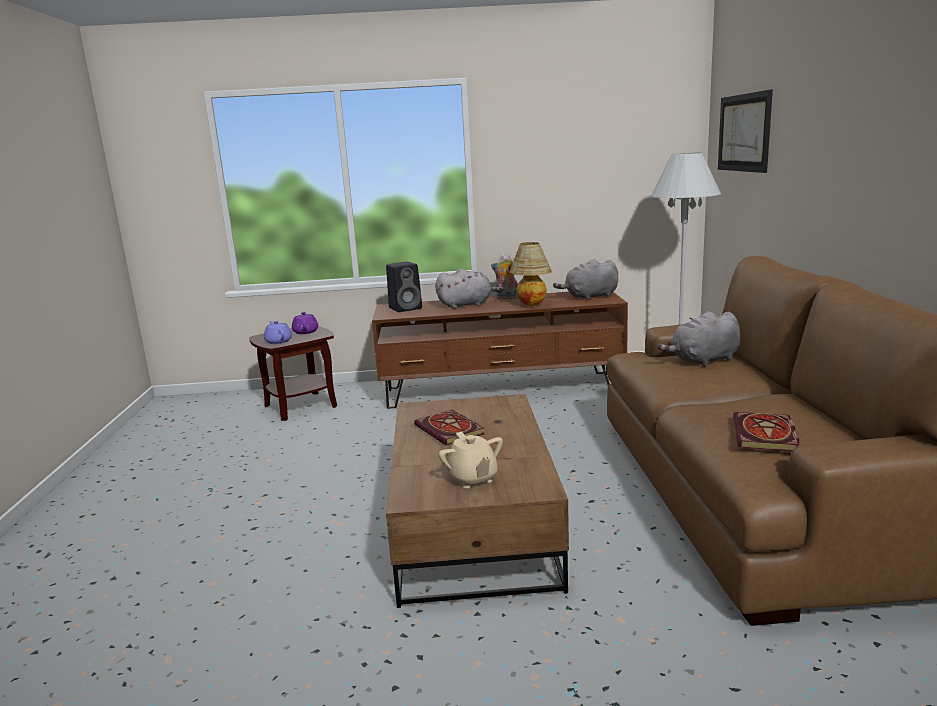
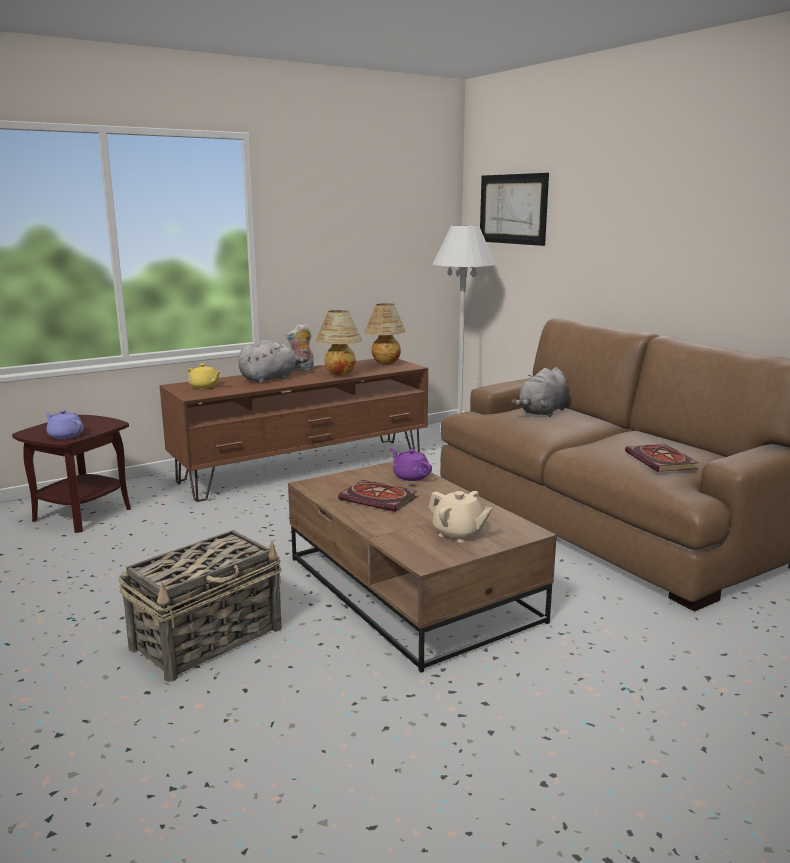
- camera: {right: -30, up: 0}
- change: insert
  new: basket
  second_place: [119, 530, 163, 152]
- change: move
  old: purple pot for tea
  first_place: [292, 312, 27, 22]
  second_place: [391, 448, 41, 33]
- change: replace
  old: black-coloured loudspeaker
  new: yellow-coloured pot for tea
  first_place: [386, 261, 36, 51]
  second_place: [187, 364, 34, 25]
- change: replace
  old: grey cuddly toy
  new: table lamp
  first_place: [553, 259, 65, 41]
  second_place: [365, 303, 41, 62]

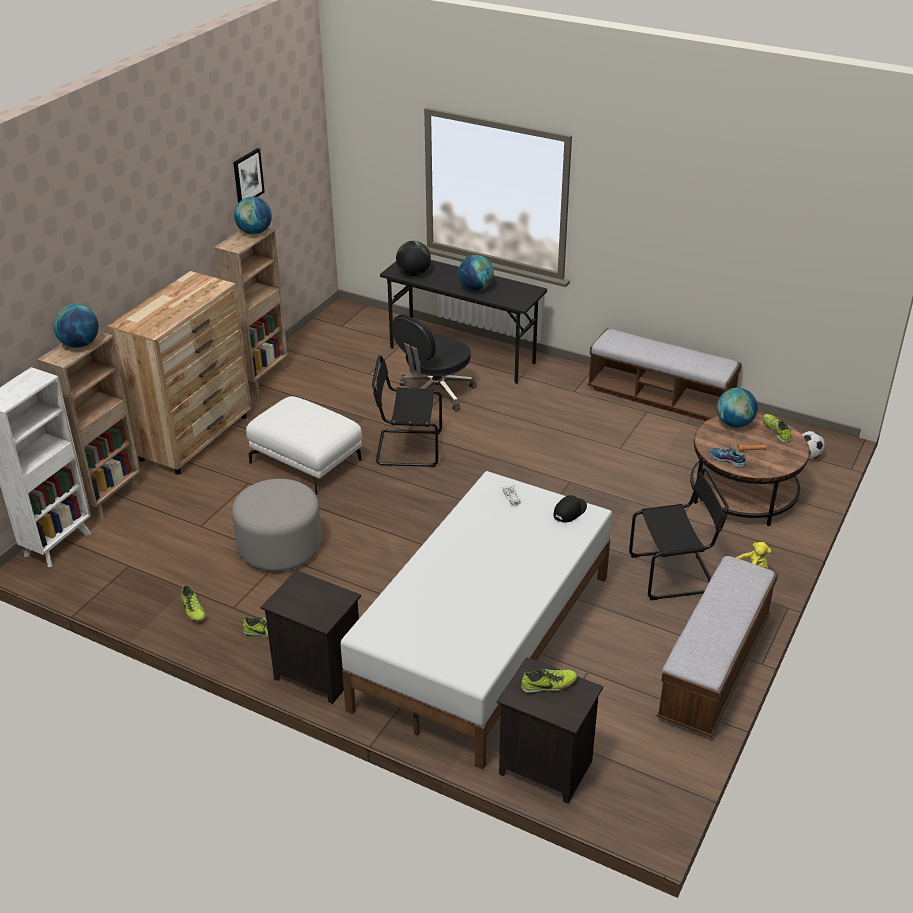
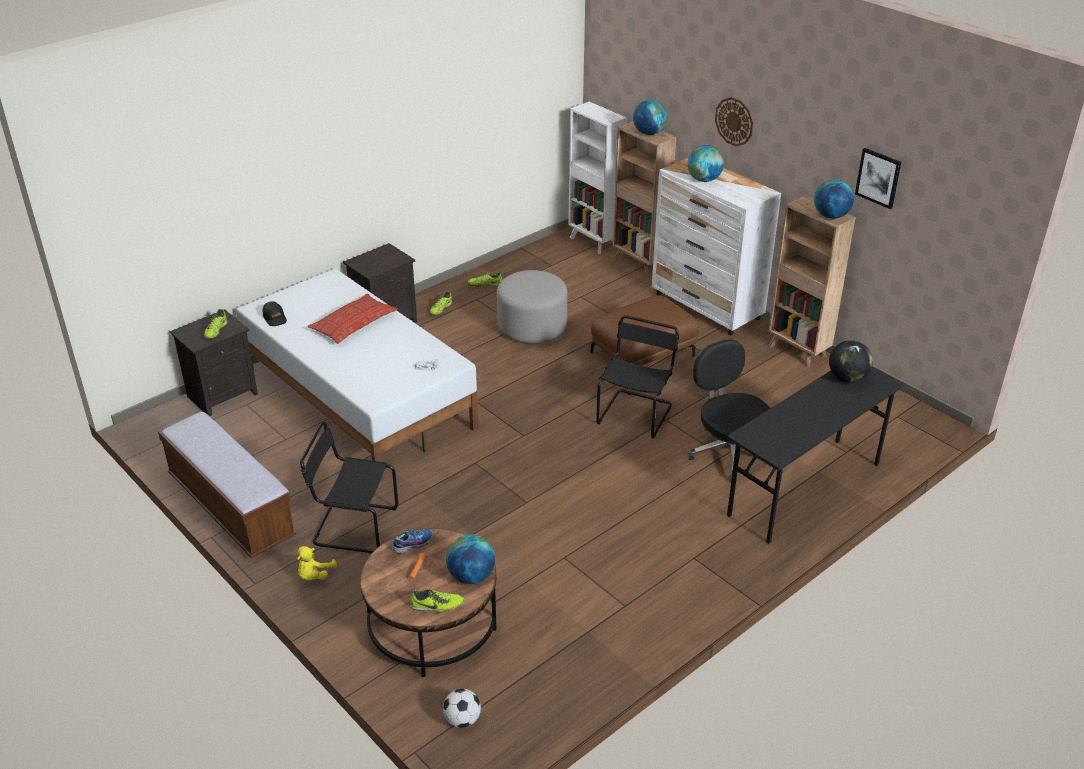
- camera: {right: 110, up: 0}
- change: delete
  old: indoor bench
  first_place: [587, 328, 155, 93]
- change: insert
  new: throw pillow
  second_place: [308, 293, 90, 51]
- change: insert
  new: hanging clock
  second_place: [715, 97, 38, 49]
- change: move
  old: desk globe
  first_place: [458, 255, 36, 36]
  second_place: [688, 145, 36, 37]
- change: move
  old: black-coloured cap
  first_place: [553, 495, 34, 28]
  second_place: [262, 301, 25, 25]
- change: recolor
  old: brown drawer chest
  new: whitish drawer chest
  first_place: [108, 271, 143, 203]
  second_place: [652, 157, 129, 178]
- change: recolor
  old: whitish footrest
  new: brown footrest
  first_place: [246, 396, 116, 99]
  second_place: [590, 295, 109, 71]
- change: rotate
  old: black-coloured upright chair
  first_place: [629, 468, 100, 132]
  second_place: [300, 422, 98, 132]
  degrees: 90

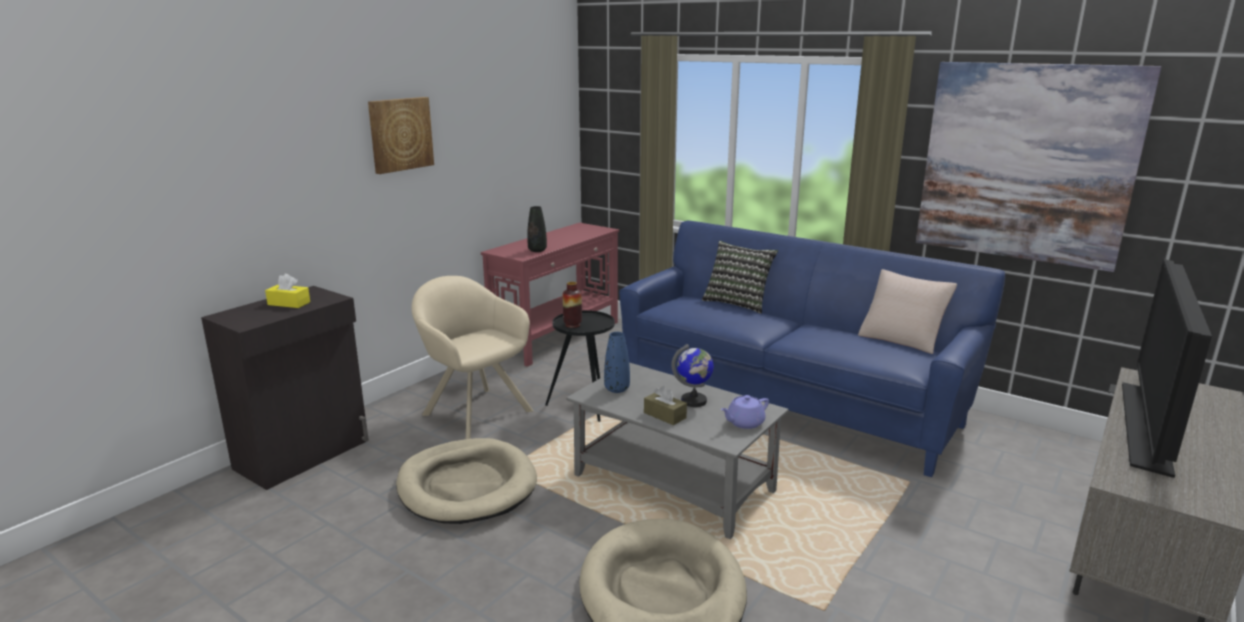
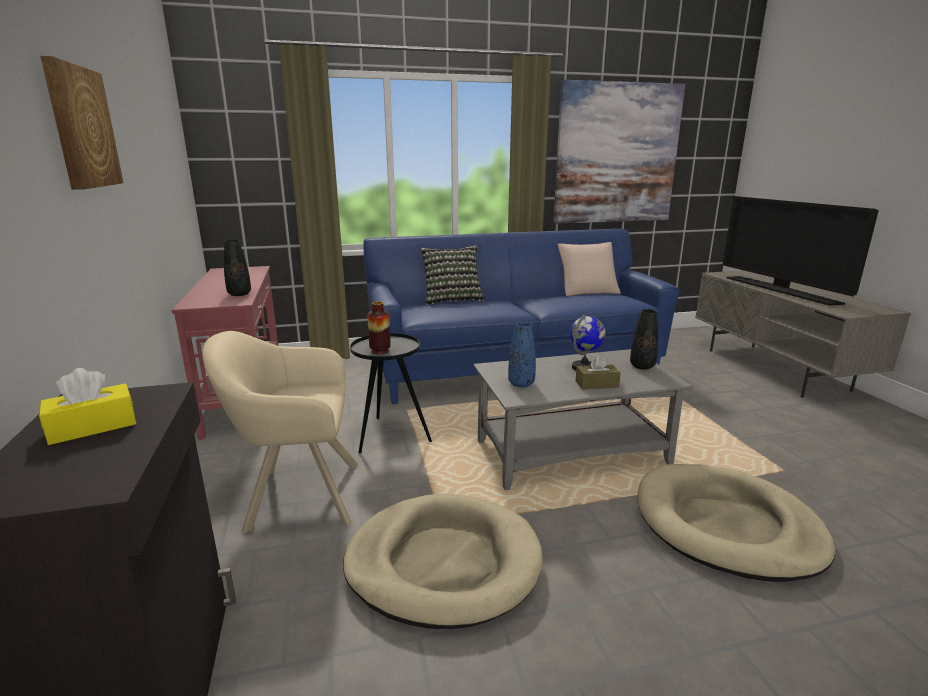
- camera: {right: -50, up: 0}
- change: replace
  old: purple pot for tea
  new: black-coloured vase
  first_place: [721, 395, 48, 34]
  second_place: [630, 309, 28, 61]

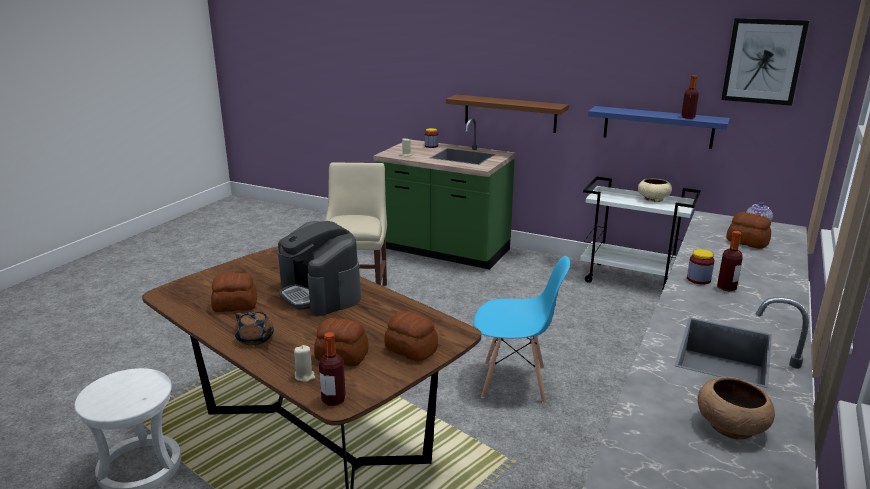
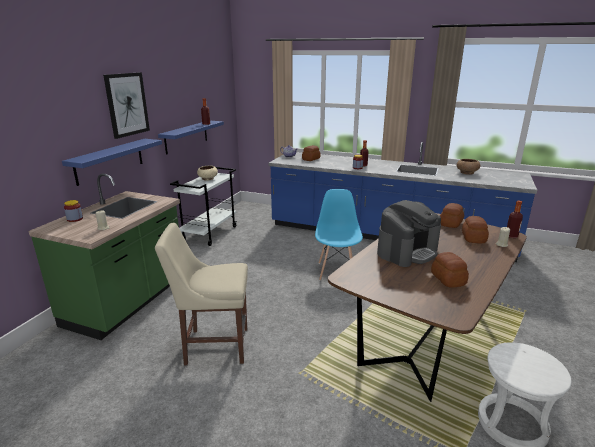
- camera: {right: -95, up: 0}
- change: delete
  old: brown pot for tea
  first_place: [235, 312, 39, 33]
- change: move
  old: wall picture
  first_place: [721, 18, 88, 88]
  second_place: [103, 72, 47, 67]
- change: recolor
  old: brown bracket shelf
  new: bluish bracket shelf
  first_place: [446, 95, 123, 38]
  second_place: [62, 139, 100, 47]

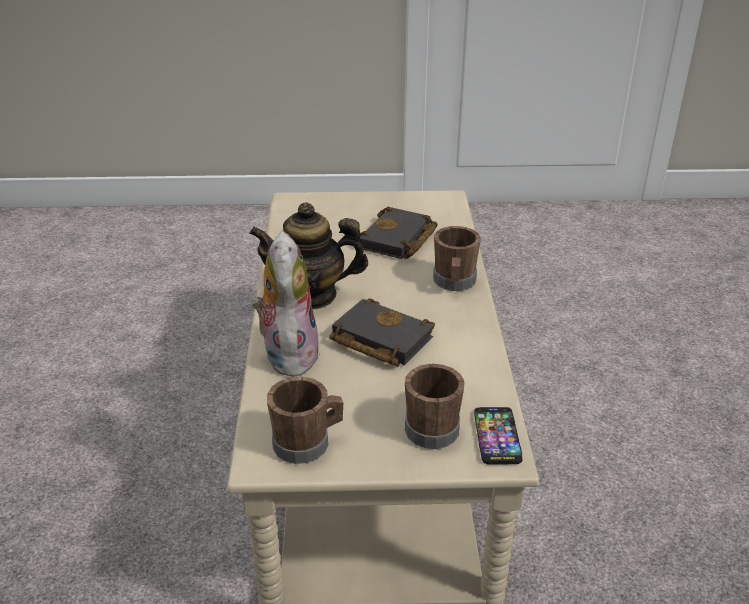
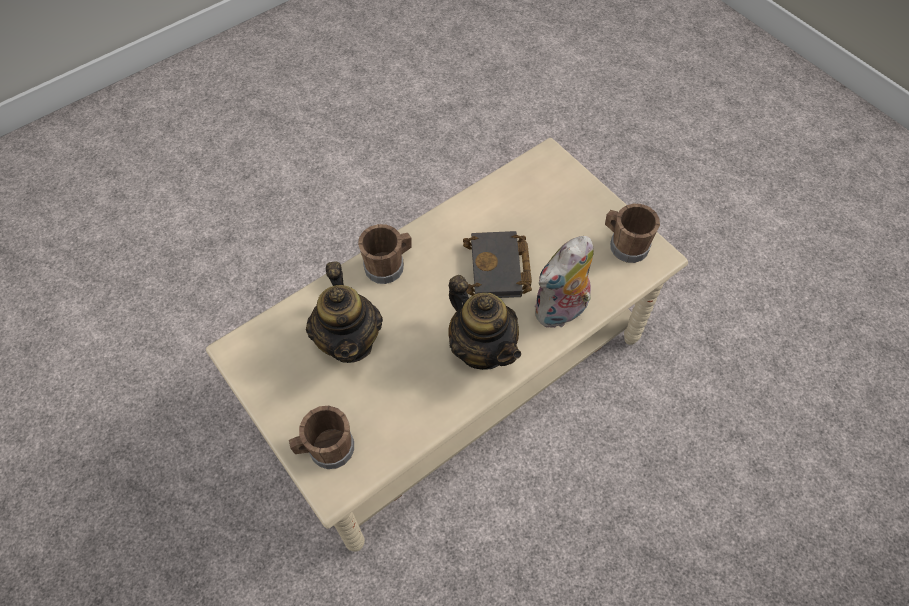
- camera: {right: -125, up: 25}
- change: delete
  old: telephone
  first_place: [474, 407, 49, 58]
- change: move
  old: brown mug
  first_place: [405, 364, 60, 85]
  second_place: [289, 406, 65, 63]
- change: replace
  old: black-coloured book
  new: pot for tea
  first_place: [360, 207, 78, 52]
  second_place: [306, 261, 77, 102]

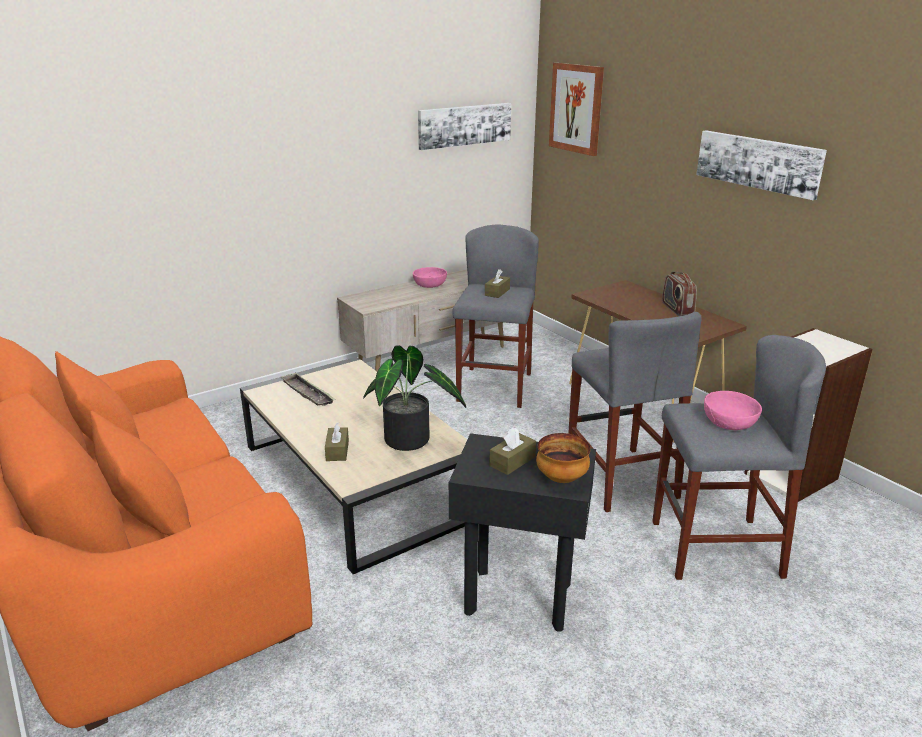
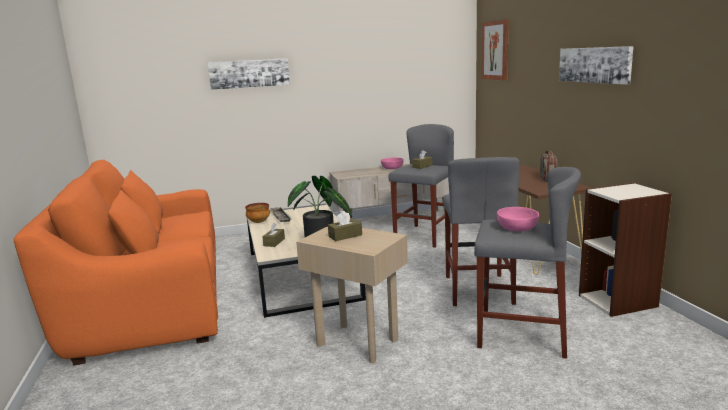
- camera: {right: 20, up: -10}
- change: move
  old: wall picture
  first_place: [418, 103, 93, 47]
  second_place: [207, 58, 83, 32]
- change: move
  old: bowl
  first_place: [536, 433, 55, 50]
  second_place: [245, 203, 25, 20]
- change: recolor
  old: black-coloured end table
  new: beige-coloured end table
  first_place: [449, 433, 147, 199]
  second_place: [296, 226, 112, 137]

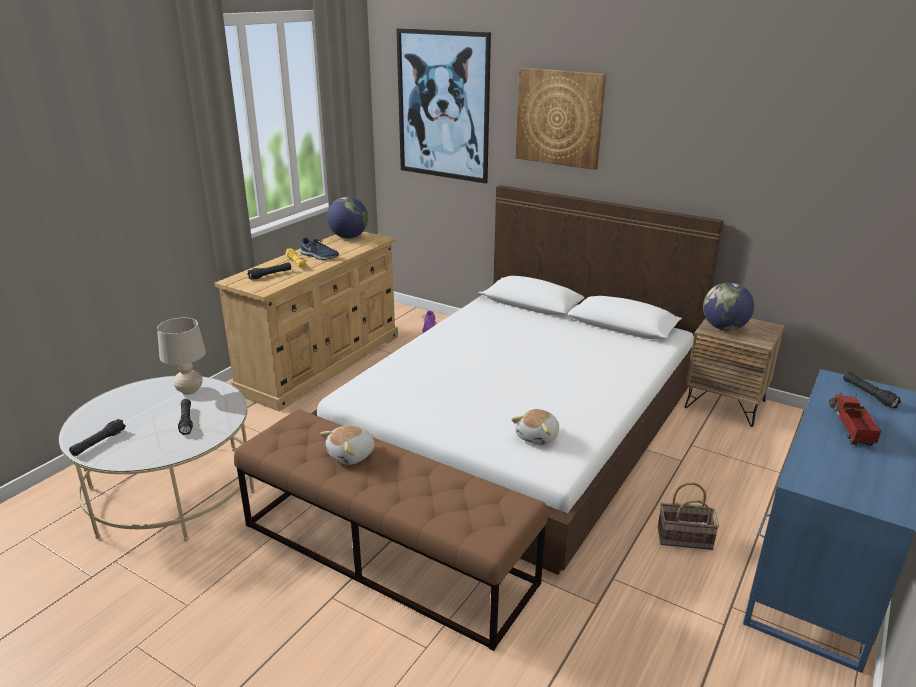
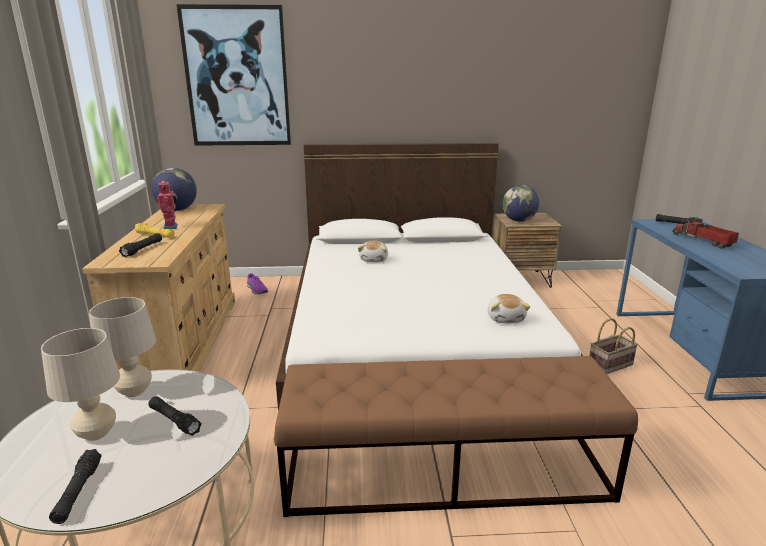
- camera: {right: -35, up: -5}
- change: delete
  old: wall picture
  first_place: [515, 68, 91, 102]
- change: insert
  new: beige-coloured table lamp
  second_place: [41, 328, 79, 113]
- change: move
  old: cuddly toy
  first_place: [320, 425, 54, 40]
  second_place: [358, 241, 30, 21]
- change: replace
  old: bluish item of footwear
  new: robot figure
  first_place: [300, 237, 39, 23]
  second_place: [158, 180, 19, 49]

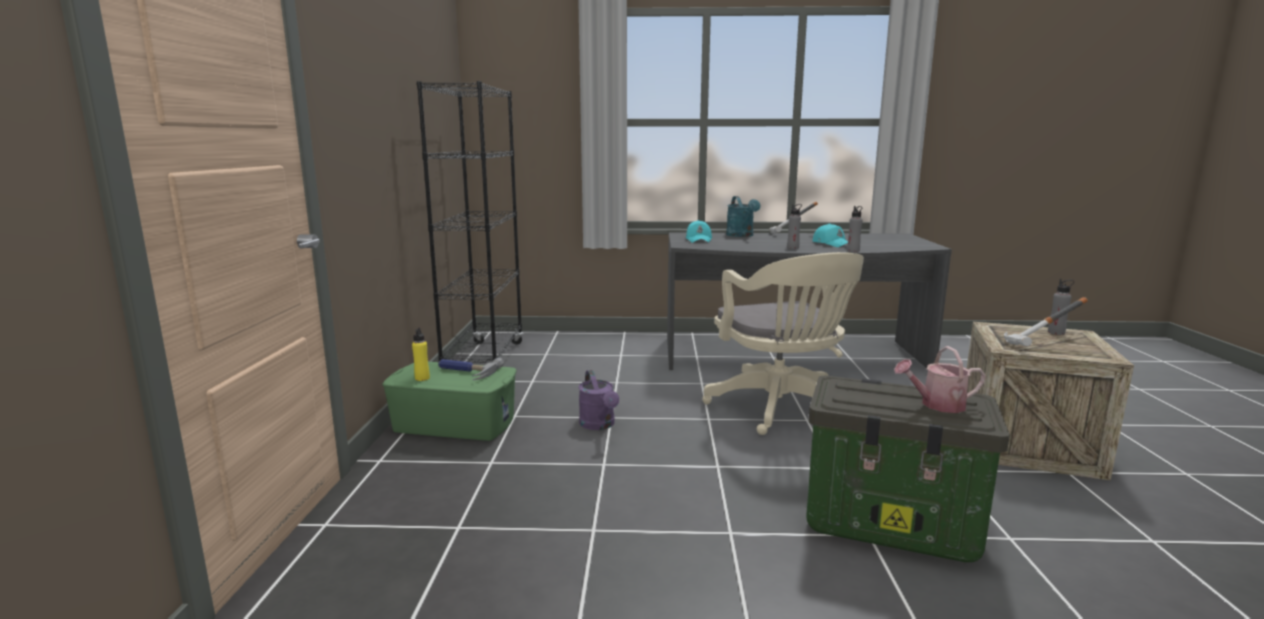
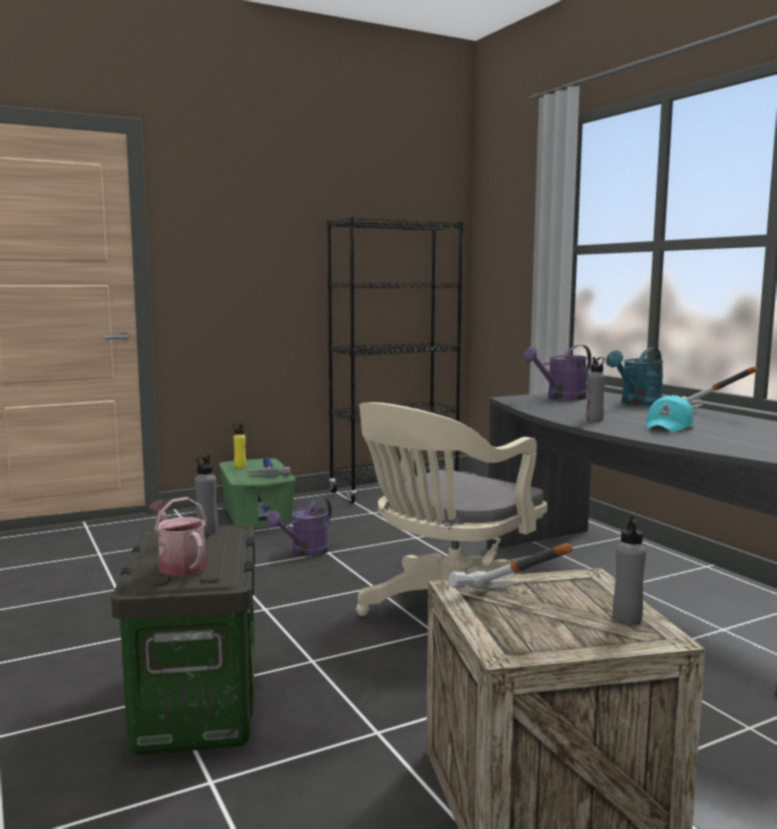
- camera: {right: 60, up: -5}
- change: move
  old: grey drink bottle
  first_place: [847, 206, 15, 46]
  second_place: [195, 455, 23, 79]
- change: replace
  old: turquoise-coloured cap
  new: purple watering pot
  first_place: [686, 220, 26, 23]
  second_place: [523, 345, 69, 55]

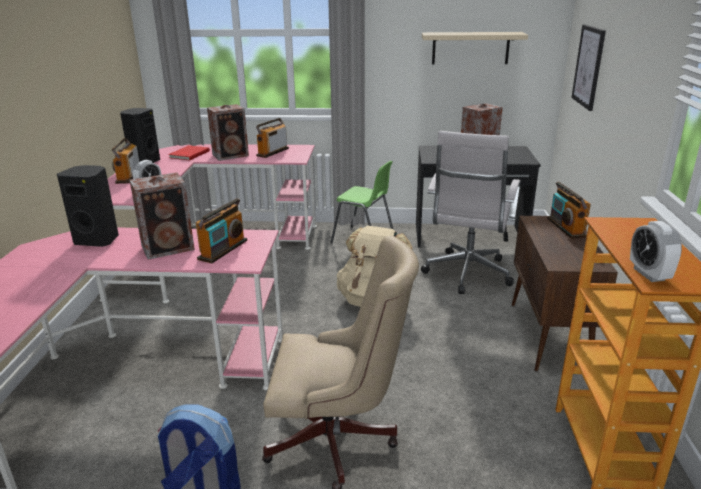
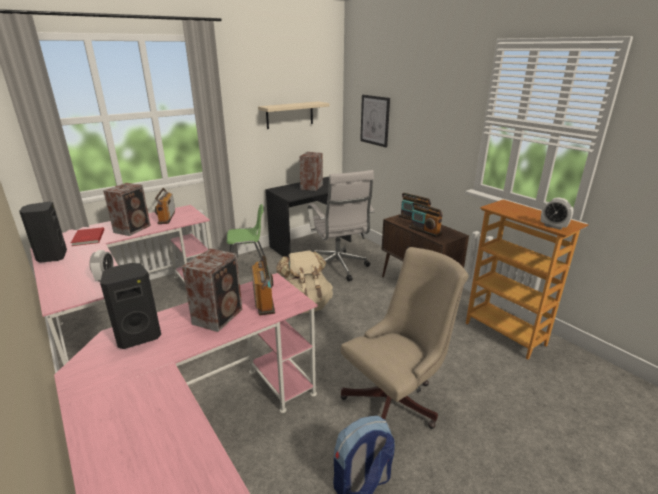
- camera: {right: -40, up: 0}
- change: move
  old: radio
  first_place: [112, 138, 28, 46]
  second_place: [409, 202, 34, 35]

